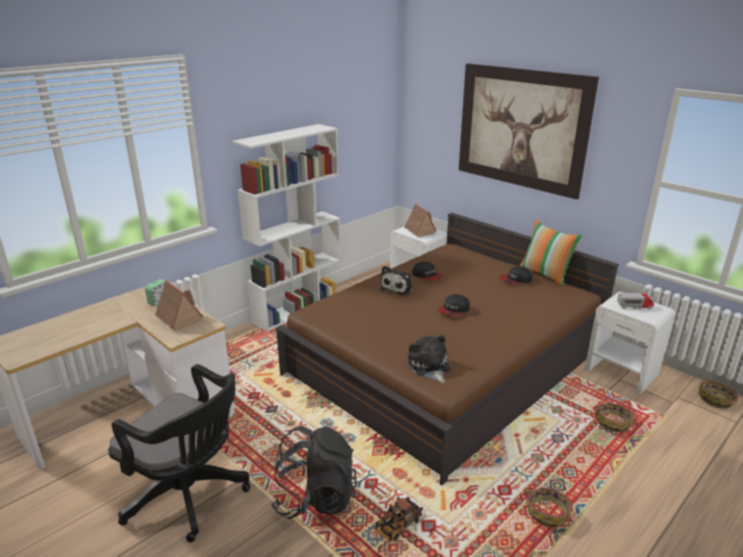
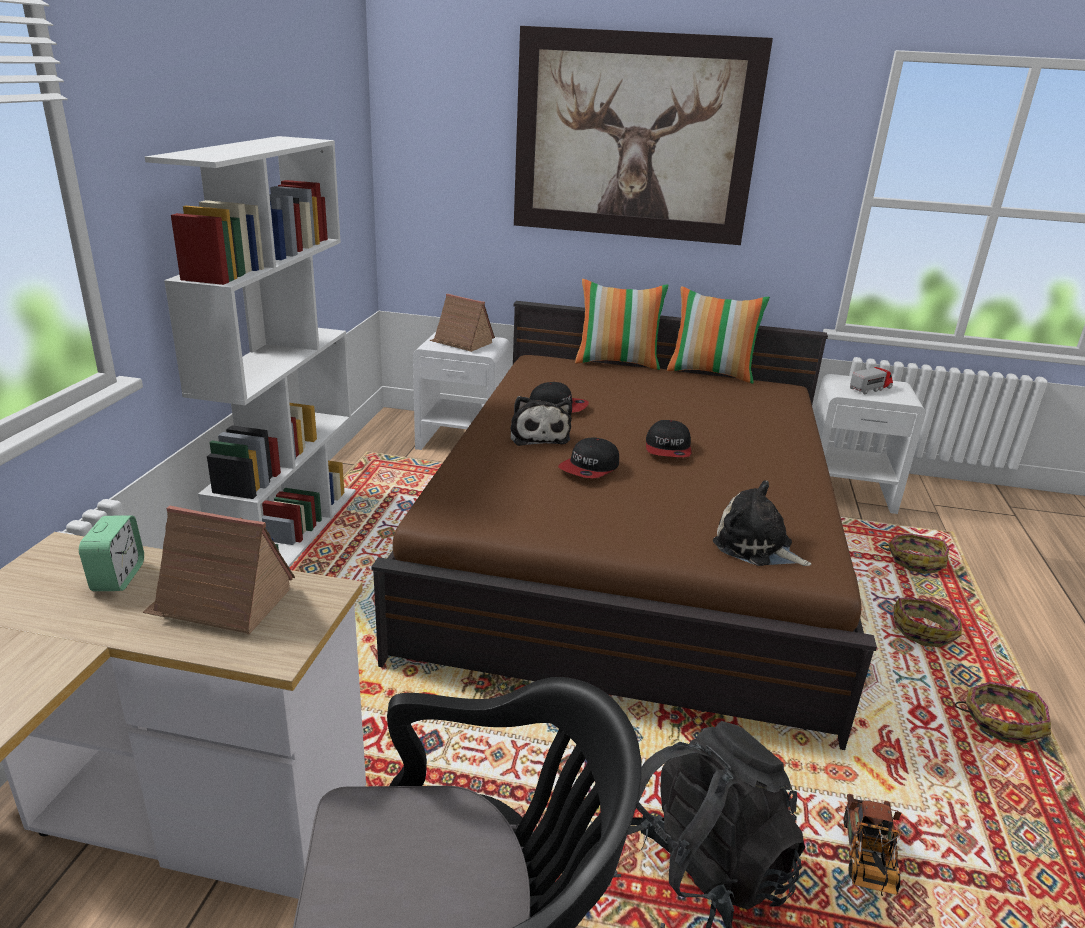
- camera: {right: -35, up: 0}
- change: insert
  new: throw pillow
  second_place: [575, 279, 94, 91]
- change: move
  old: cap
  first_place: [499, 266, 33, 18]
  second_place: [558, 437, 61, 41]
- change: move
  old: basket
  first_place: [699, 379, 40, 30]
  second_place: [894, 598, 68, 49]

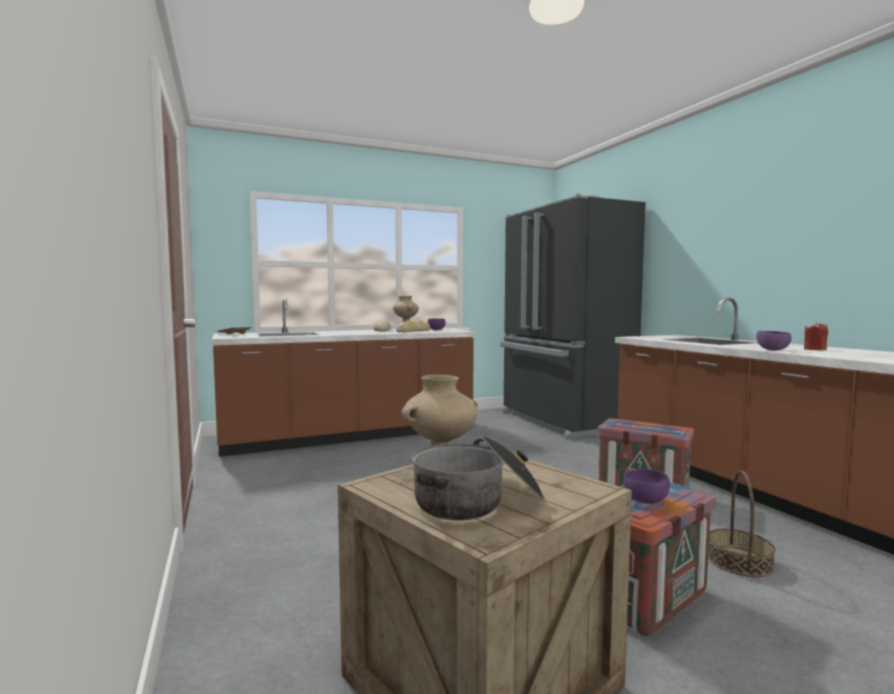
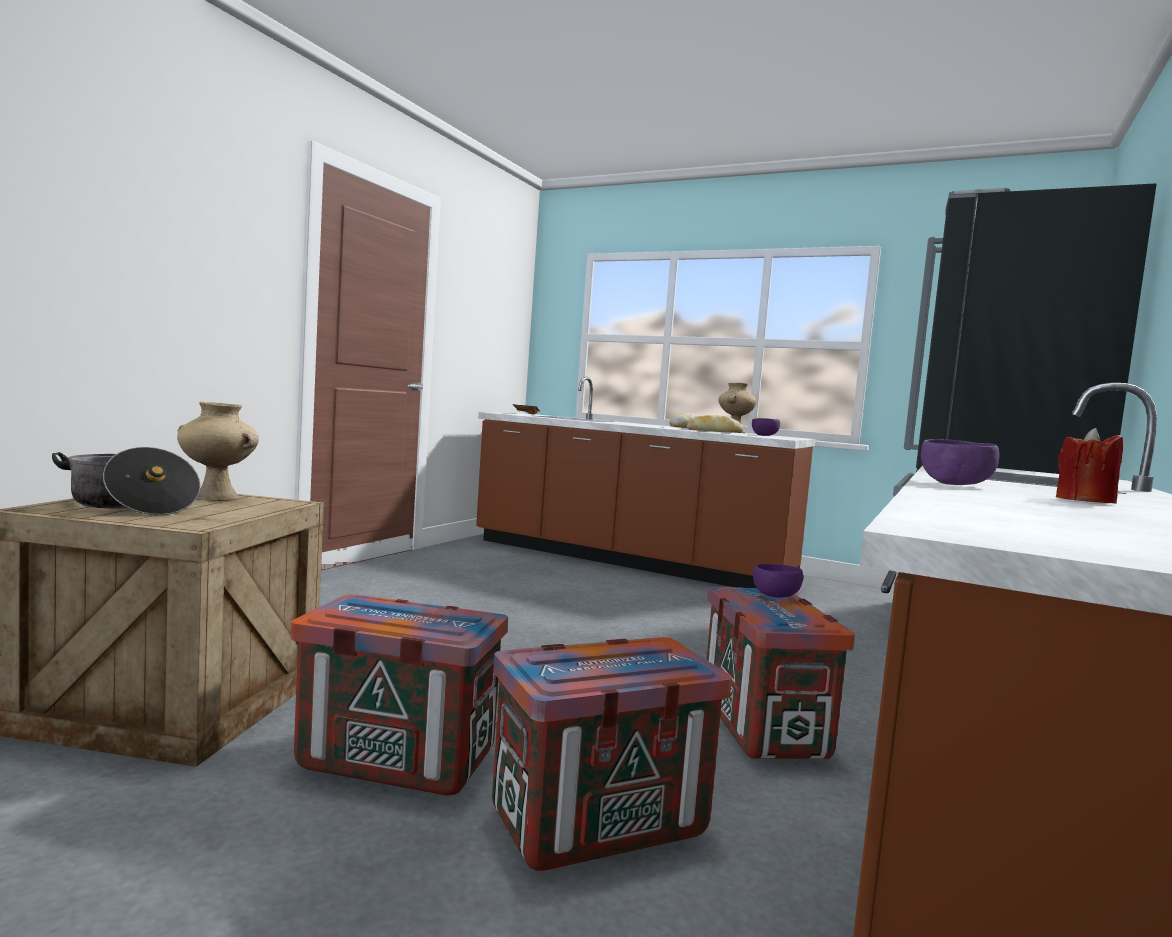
- camera: {right: 50, up: 0}
- change: move
  old: purple bowl
  first_place: [623, 469, 47, 35]
  second_place: [753, 564, 50, 34]
- change: replace
  old: basket
  new: packing crate
  first_place: [708, 470, 67, 107]
  second_place: [492, 637, 240, 234]

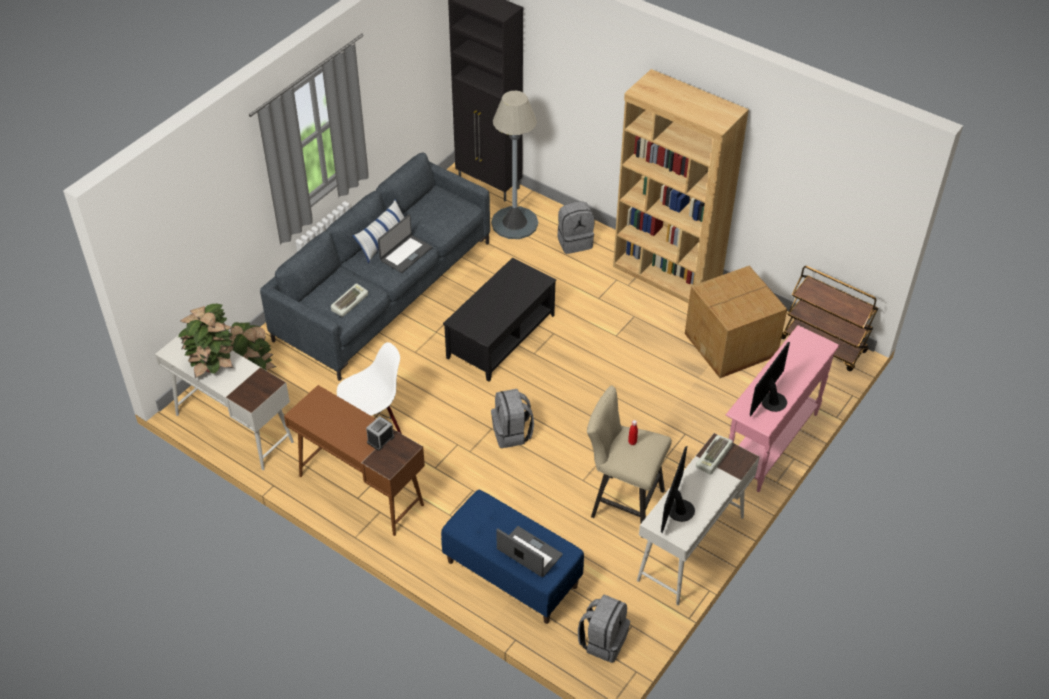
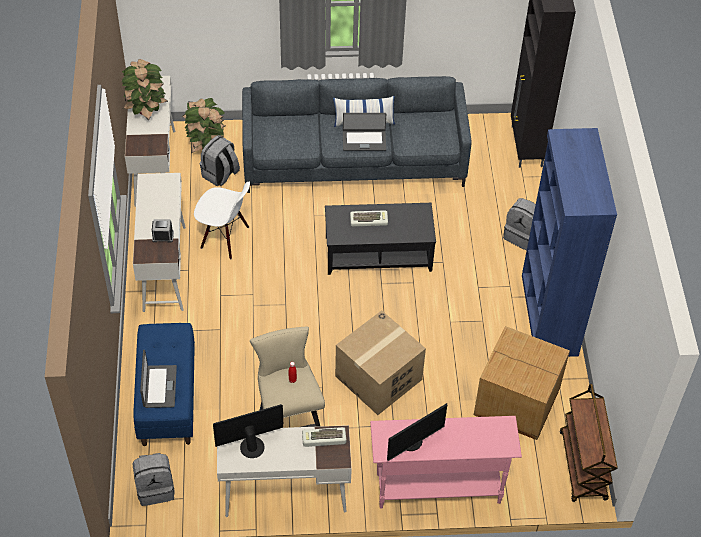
- camera: {right: 50, up: 5}
- change: delete
  old: grey standing lamp
  first_place: [491, 91, 47, 148]
- change: insert
  new: carton
  second_place: [335, 310, 91, 105]
- change: move
  old: PC keyboard
  first_place: [331, 284, 37, 33]
  second_place: [350, 210, 38, 17]
- change: move
  old: grey rucksack
  first_place: [491, 389, 43, 59]
  second_place: [200, 135, 40, 51]
- change: recolor
  old: brown desk table
  new: whitish desk table
  first_place: [284, 385, 141, 151]
  second_place: [133, 173, 53, 139]
- change: recolor
  old: brown bookshelf
  new: bluish bookshelf
  first_place: [613, 69, 136, 234]
  second_place: [522, 128, 95, 229]
- change: rotate
  old: computer screen
  first_place: [750, 342, 40, 74]
  second_place: [387, 403, 60, 58]
  degrees: 150

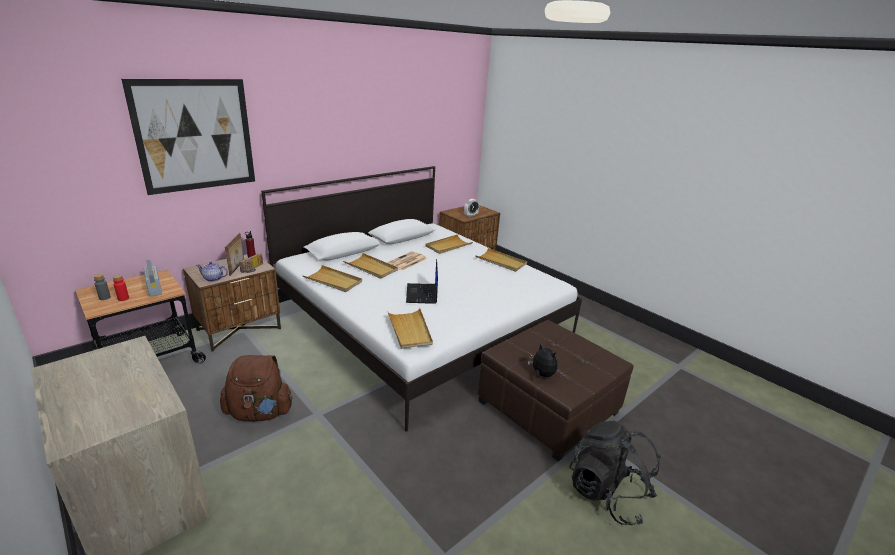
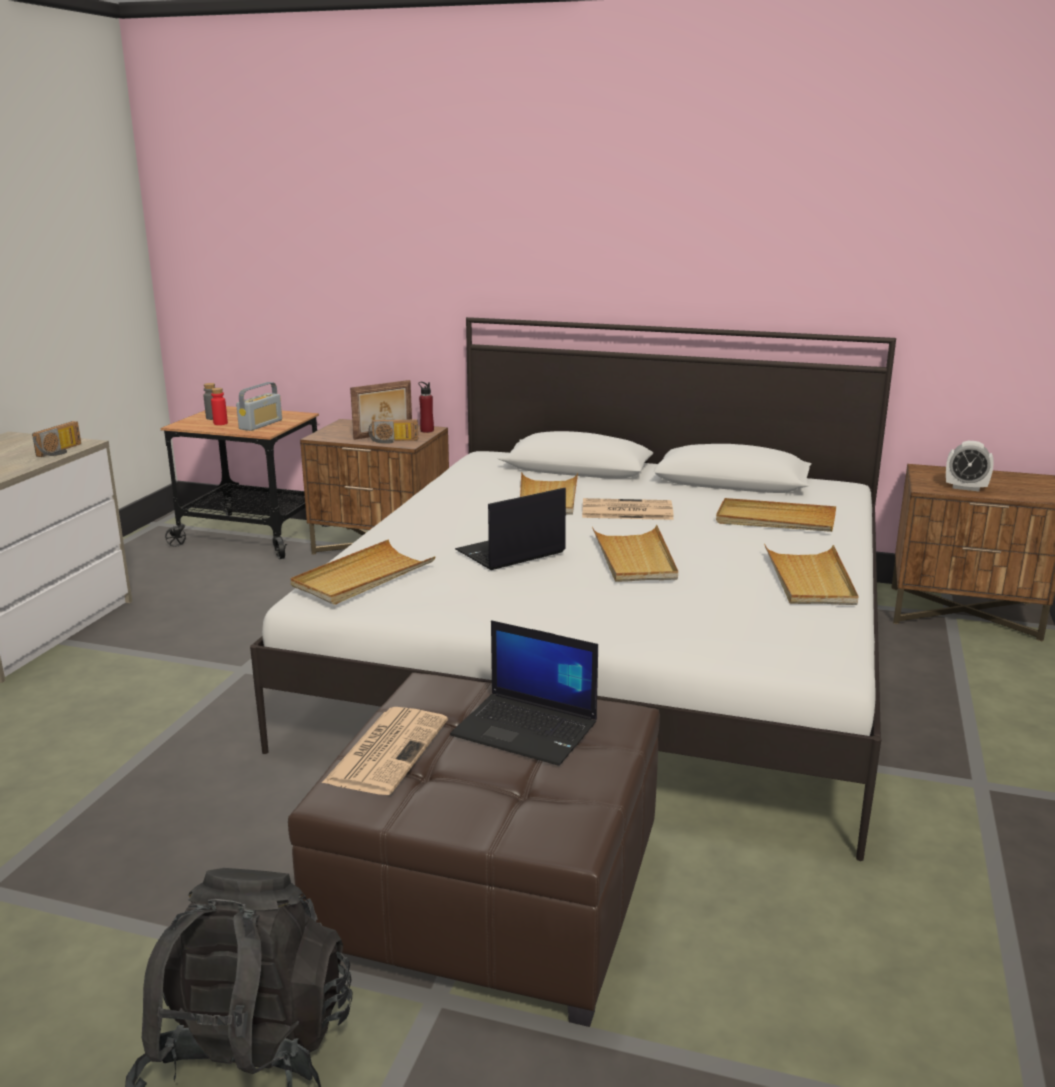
- camera: {right: 60, up: -5}
- change: delete
  old: wall picture
  first_place: [121, 79, 134, 116]
- change: delete
  old: pot for tea
  first_place: [196, 262, 32, 20]
- change: delete
  old: brown rucksack
  first_place: [220, 355, 73, 67]
- change: insert
  new: radio
  second_place: [32, 421, 49, 36]
- change: insert
  new: portable computer
  second_place: [450, 620, 148, 146]
- change: move
  old: beige-coloured carrying tray
  first_place: [302, 265, 60, 27]
  second_place: [592, 525, 86, 57]
- change: replace
  old: cuddly toy
  new: printed paper
  first_place: [528, 344, 29, 34]
  second_place: [322, 707, 126, 88]

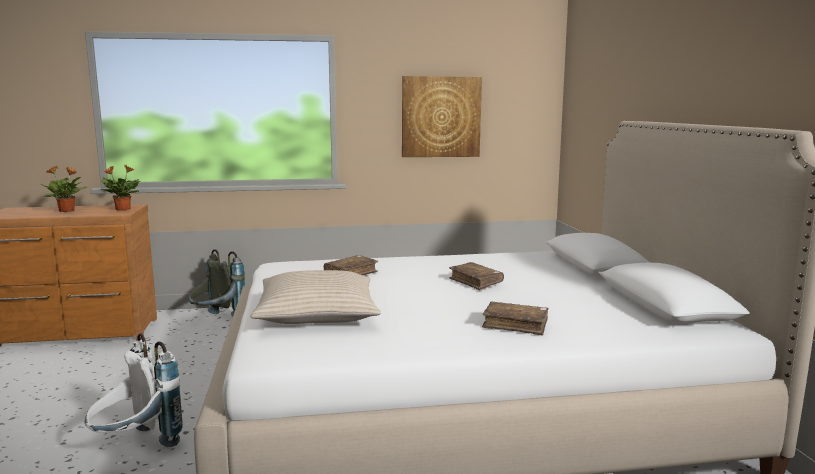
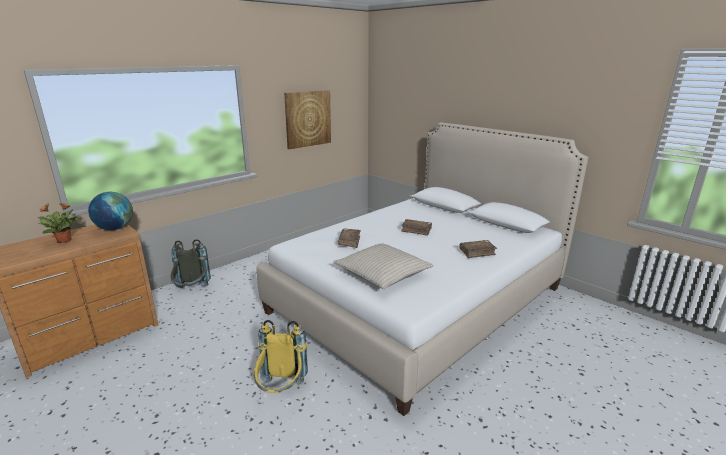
- camera: {right: -35, up: 10}
- change: replace
  old: houseplant
  new: desk globe
  first_place: [101, 165, 39, 46]
  second_place: [88, 192, 45, 38]
- change: recolor
  old: whitish rucksack
  new: yellow-coloured rucksack
  first_place: [85, 333, 98, 114]
  second_place: [254, 320, 54, 73]

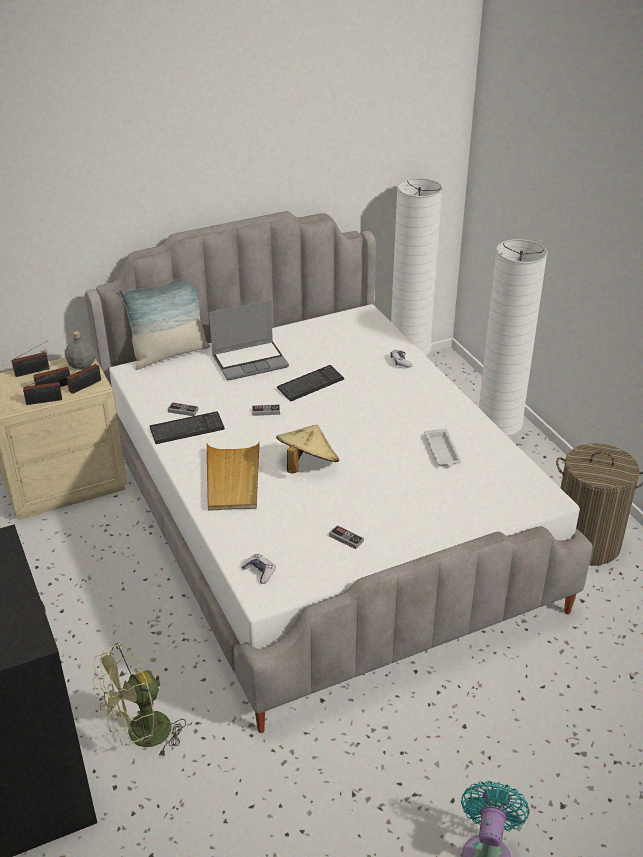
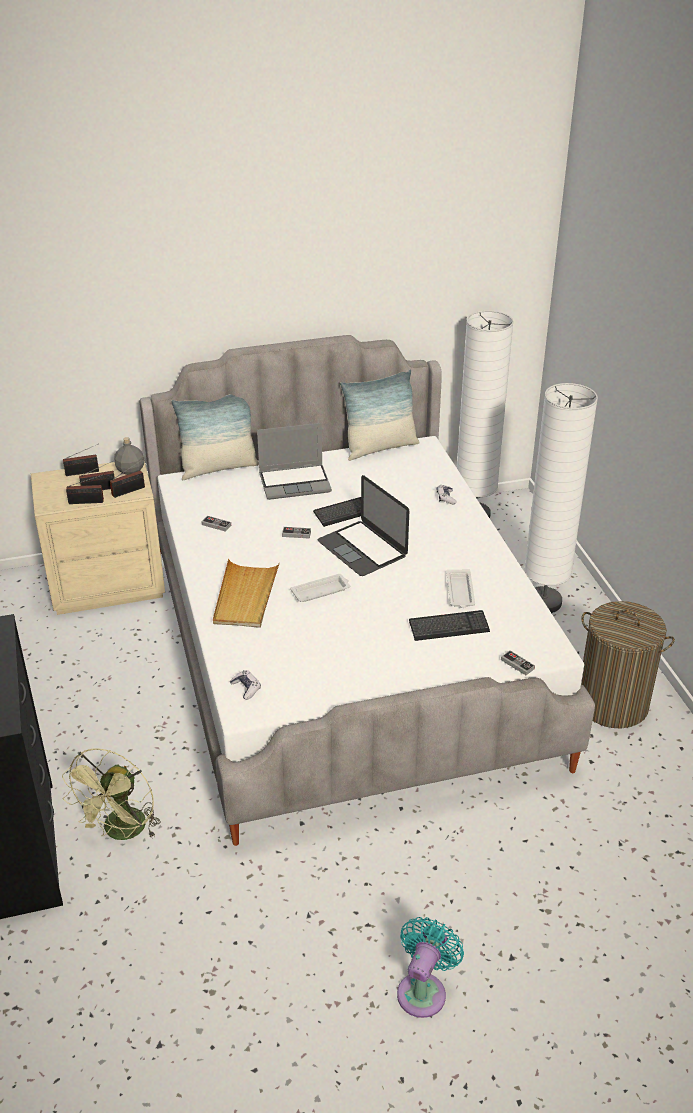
- camera: {right: 10, up: 0}
- change: insert
  new: portable computer
  second_place: [318, 475, 91, 101]
- change: insert
  new: throw pillow
  second_place: [340, 369, 80, 92]
- change: move
  old: PC keyboard
  first_place: [150, 412, 75, 32]
  second_place: [409, 610, 81, 31]
- change: move
  old: game controller
  first_place: [329, 525, 35, 24]
  second_place: [501, 650, 34, 25]
- change: replace
  old: beige-coloured wearable hat
  new: whitish carrying tray
  first_place: [276, 424, 63, 50]
  second_place: [290, 574, 60, 28]
- change: rotate
  old: green cooling fan
  first_place: [93, 643, 93, 114]
  second_place: [62, 748, 99, 92]
  degrees: -45

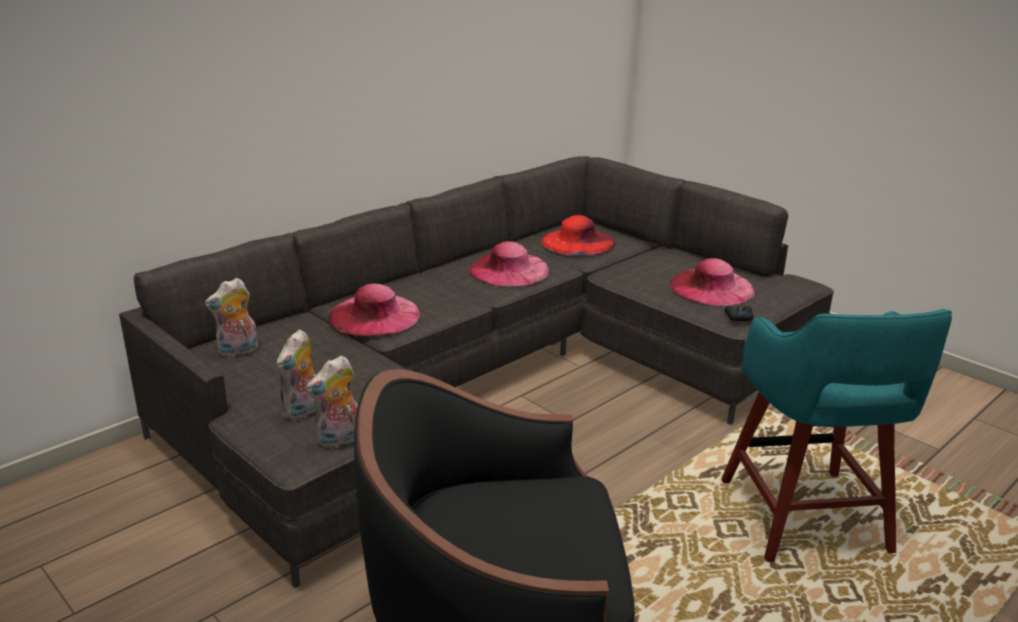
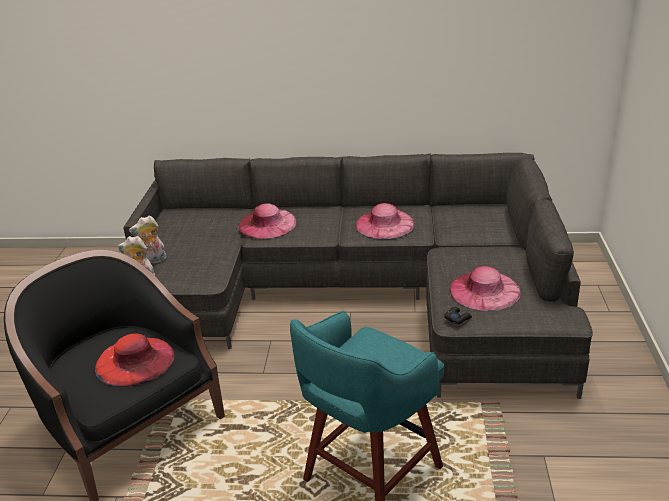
- camera: {right: 50, up: 5}
- change: delete
  old: cuddly toy
  first_place: [204, 278, 54, 79]
- change: move
  old: red wearable hat
  first_place: [541, 215, 74, 41]
  second_place: [95, 334, 79, 53]

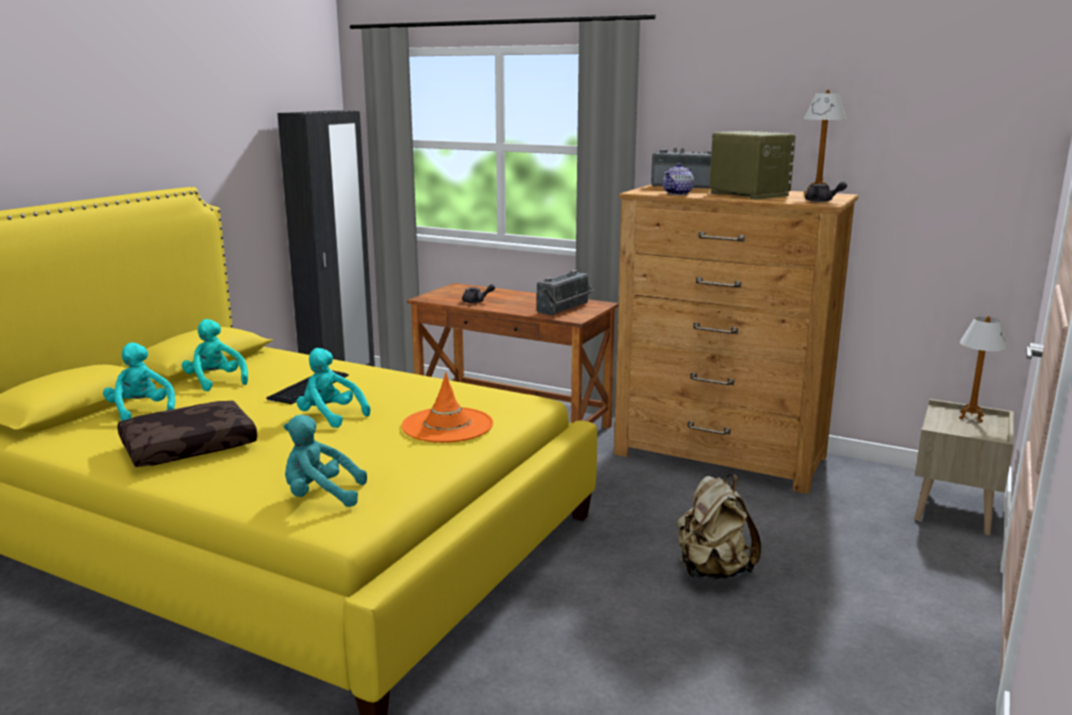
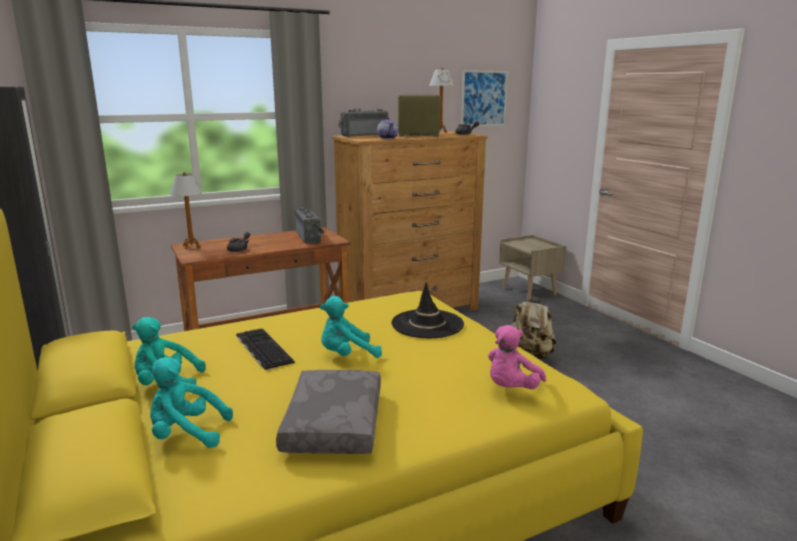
- camera: {right: -55, up: 0}
- change: insert
  new: wall picture
  second_place: [461, 70, 47, 57]
- change: move
  old: table lamp
  first_place: [959, 316, 48, 106]
  second_place: [170, 172, 32, 77]
- change: recolor
  old: brown throw pillow
  new: grey throw pillow
  first_place: [117, 401, 140, 66]
  second_place: [276, 370, 105, 84]
- change: recolor
  old: turquoise-coloured cuddly toy
  new: pinkish cuddly toy
  first_place: [283, 415, 84, 92]
  second_place: [488, 325, 58, 64]
- change: recolor
  old: orange wearable hat
  new: black-coloured wearable hat
  first_place: [401, 372, 92, 71]
  second_place: [391, 282, 73, 56]

